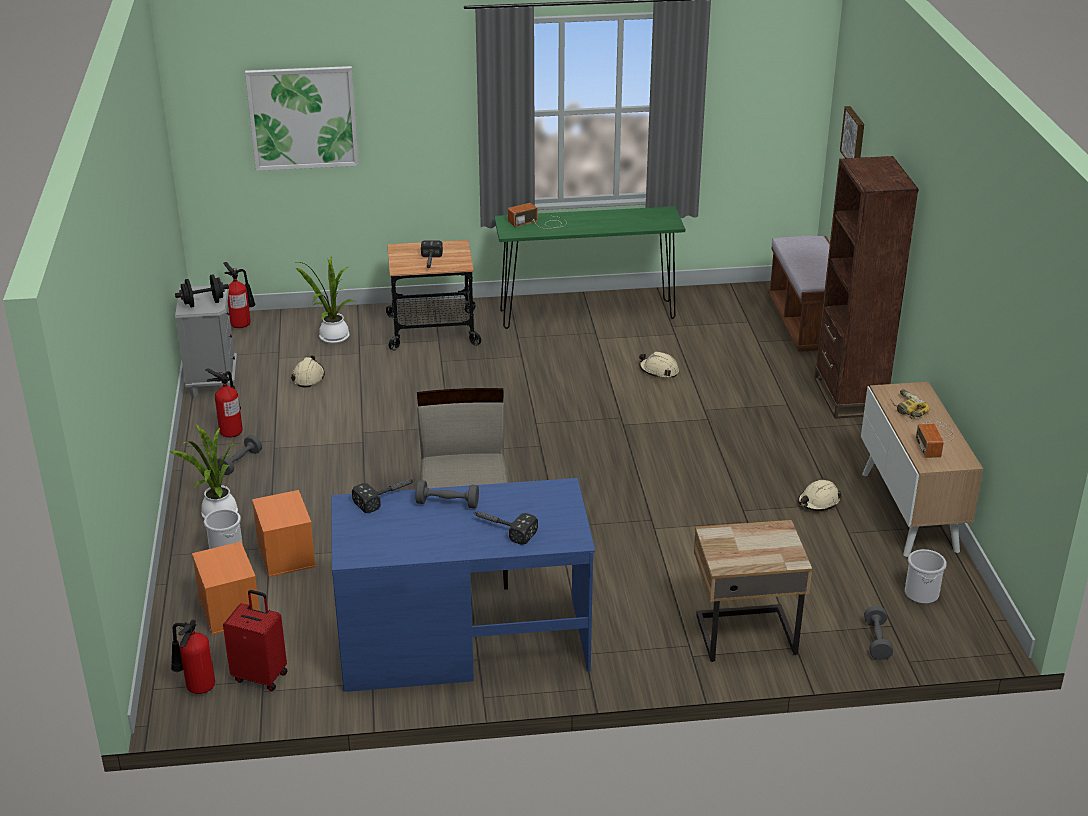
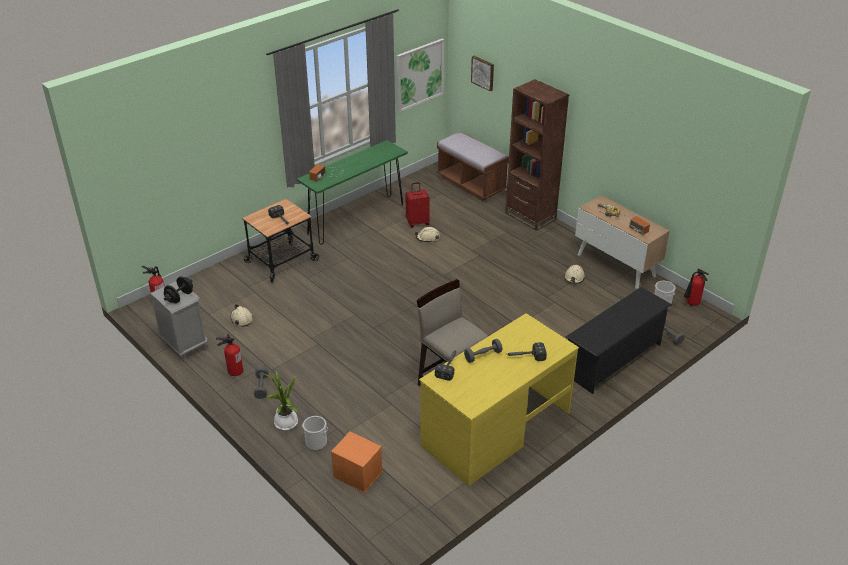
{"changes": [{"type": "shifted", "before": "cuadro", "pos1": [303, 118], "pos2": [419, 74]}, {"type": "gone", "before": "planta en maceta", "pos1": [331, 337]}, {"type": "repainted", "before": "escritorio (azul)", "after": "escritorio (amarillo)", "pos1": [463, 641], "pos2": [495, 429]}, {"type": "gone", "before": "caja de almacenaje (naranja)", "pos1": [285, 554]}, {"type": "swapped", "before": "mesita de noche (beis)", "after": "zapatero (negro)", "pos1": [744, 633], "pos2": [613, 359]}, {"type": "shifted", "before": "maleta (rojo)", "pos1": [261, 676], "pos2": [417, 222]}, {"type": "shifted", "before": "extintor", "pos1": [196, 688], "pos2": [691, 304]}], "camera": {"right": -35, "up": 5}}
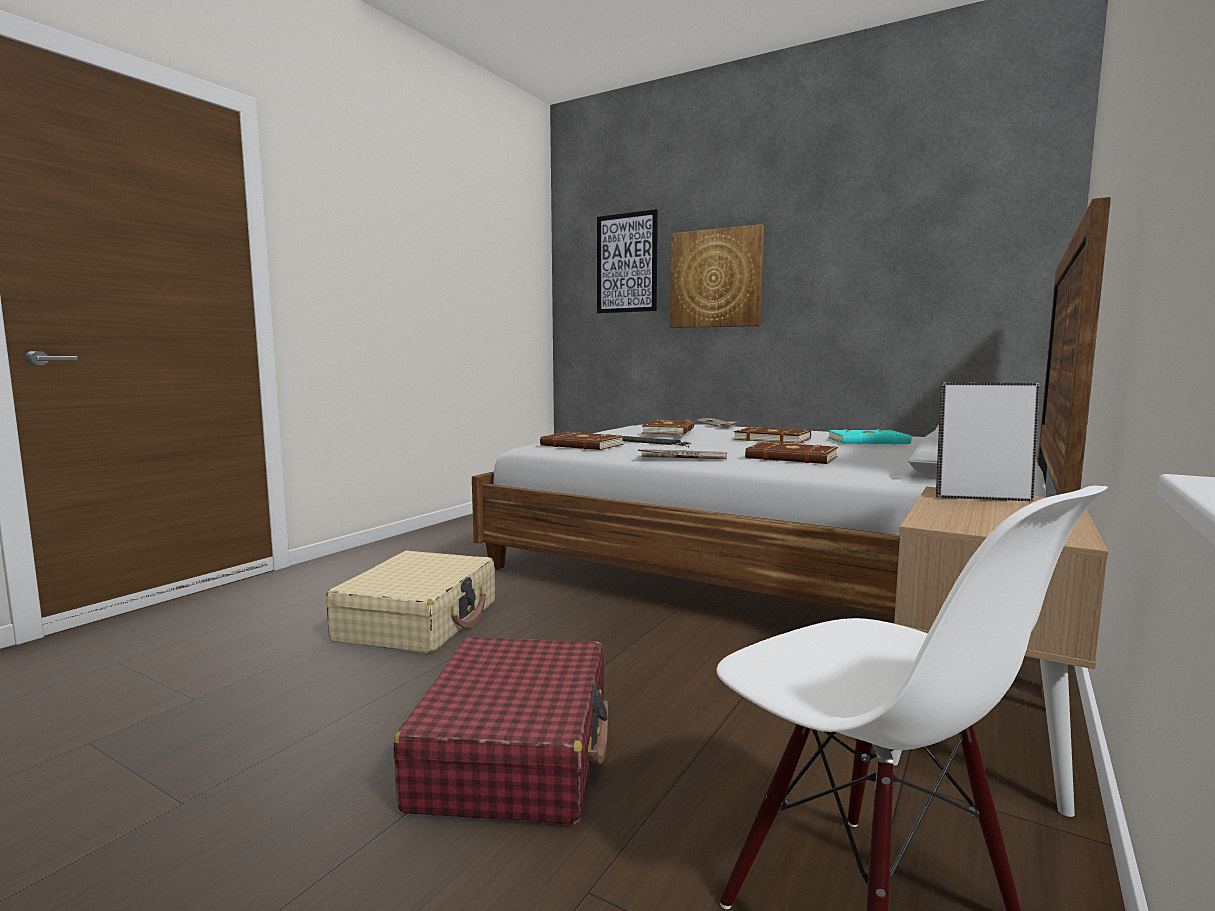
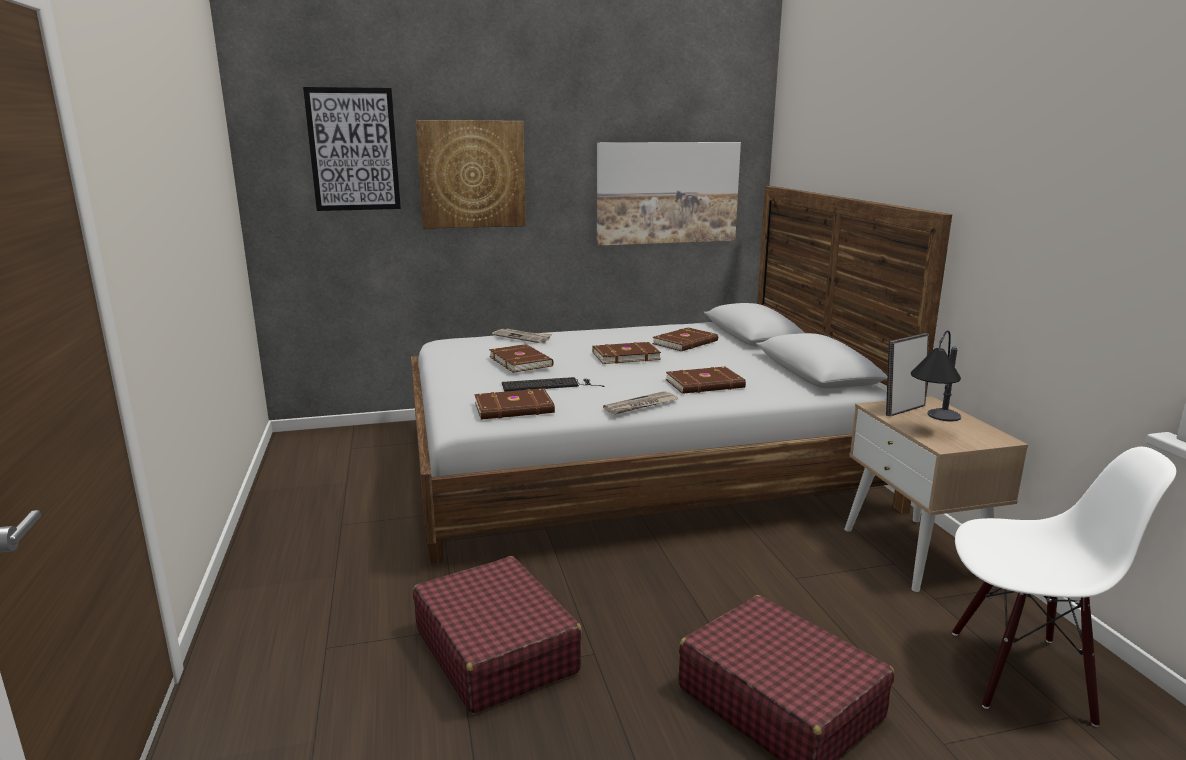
{"changes": [{"type": "repainted", "before": "libro (turquesa)", "after": "libro (marrón)", "pos1": [869, 441], "pos2": [686, 343]}, {"type": "repainted", "before": "maleta (beis)", "after": "maleta (rojo)", "pos1": [419, 621], "pos2": [496, 650]}, {"type": "new", "after": "cuadro", "pos2": [667, 193]}, {"type": "new", "after": "lámpara de mesa", "pos2": [934, 424]}], "camera": {"right": -45, "up": 10}}
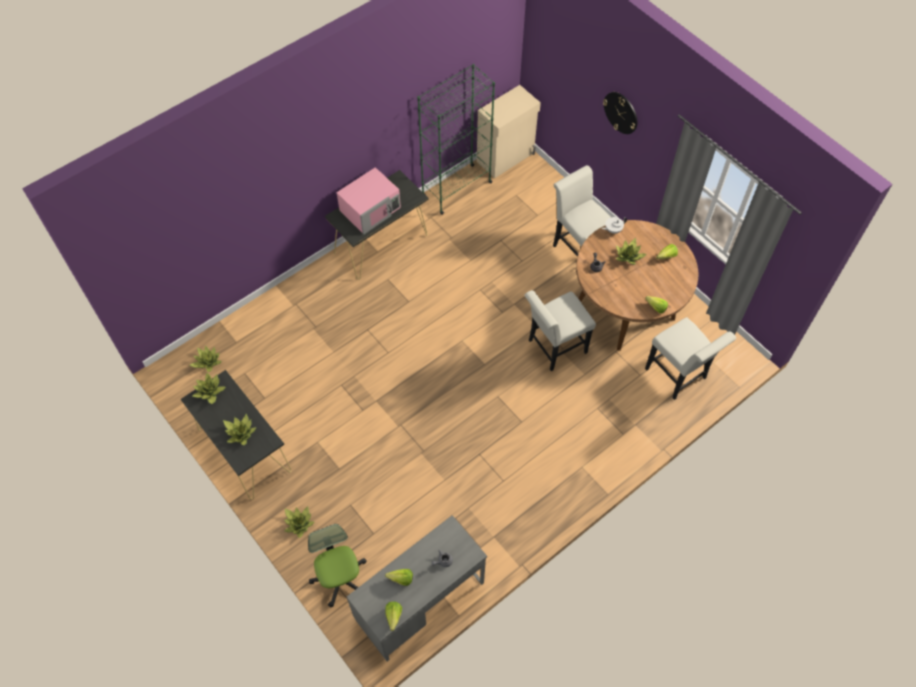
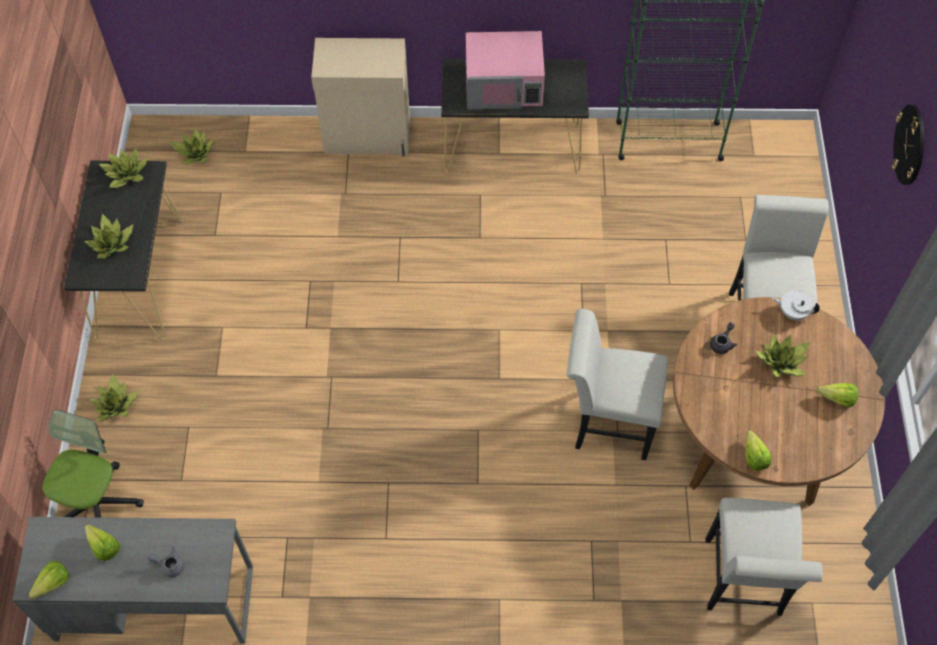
{"changes": [{"type": "shifted", "before": "armario (beis)", "pos1": [506, 157], "pos2": [368, 137]}], "camera": {"right": 40, "up": 0}}
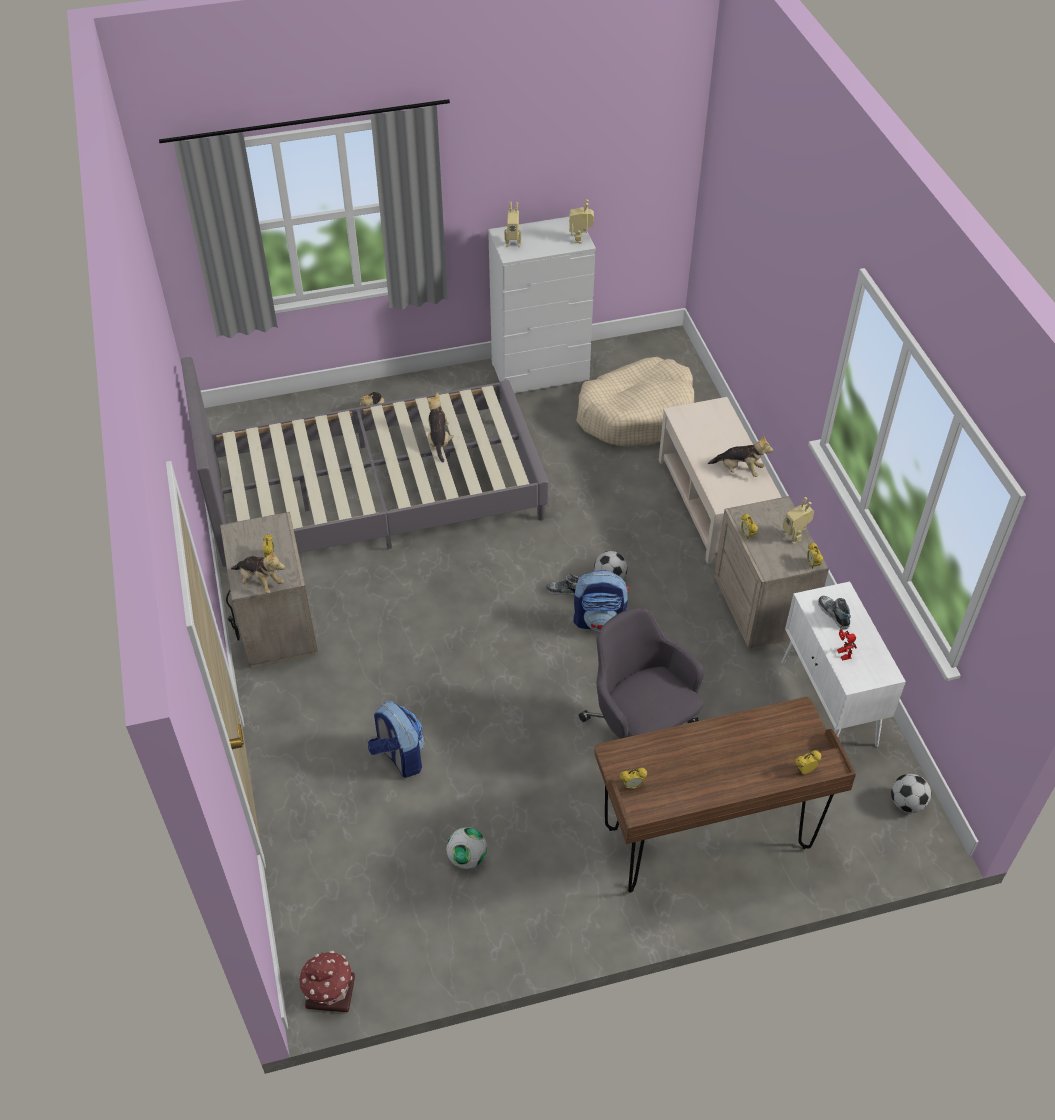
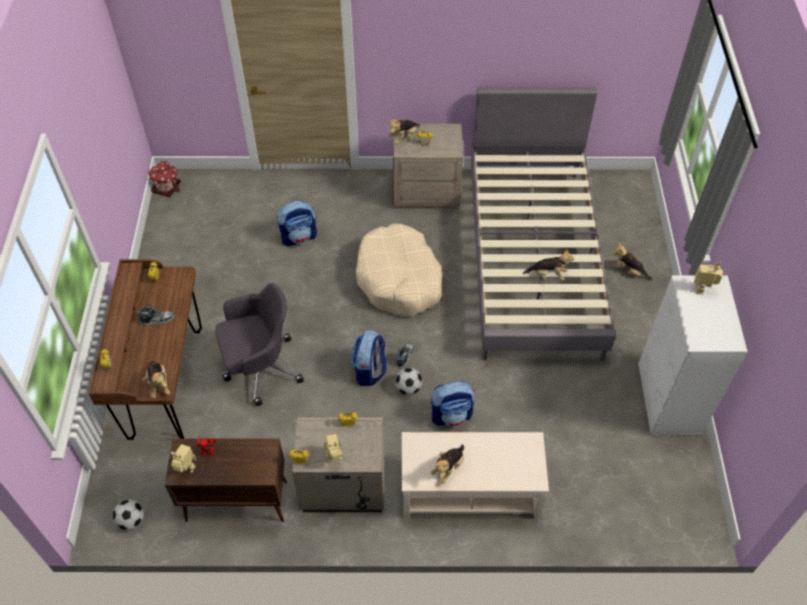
{"changes": [{"type": "shifted", "before": "robot de juguete", "pos1": [580, 239], "pos2": [186, 469]}, {"type": "shifted", "before": "cama para perro (beis)", "pos1": [636, 413], "pos2": [399, 279]}, {"type": "repainted", "before": "armario (blanco)", "after": "armario (marrón)", "pos1": [829, 704], "pos2": [235, 501]}, {"type": "shifted", "before": "zapato", "pos1": [833, 614], "pos2": [157, 319]}, {"type": "gone", "before": "balón de fútbol", "pos1": [467, 858]}, {"type": "new", "after": "peluche", "pos2": [159, 384]}, {"type": "new", "after": "mochila", "pos2": [451, 415]}], "camera": {"right": 105, "up": 5}}
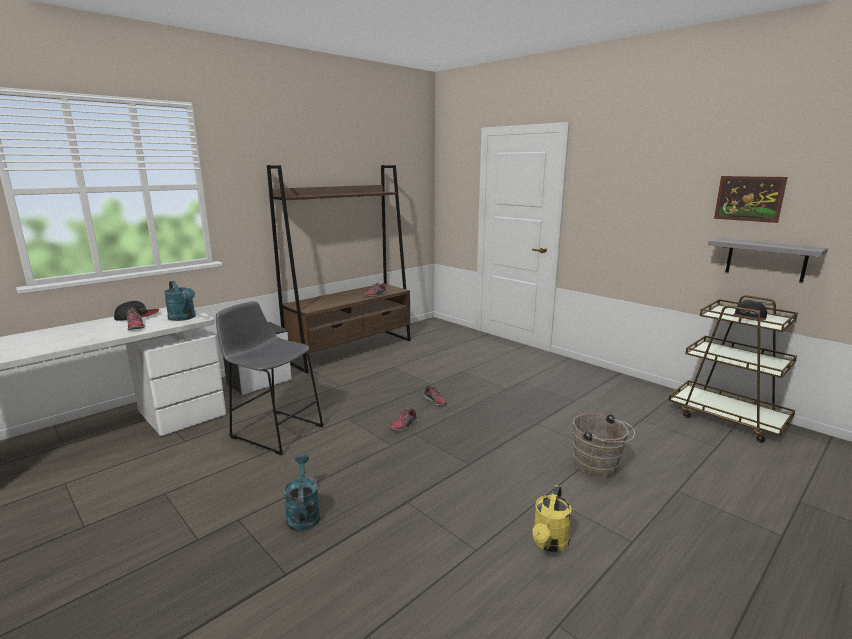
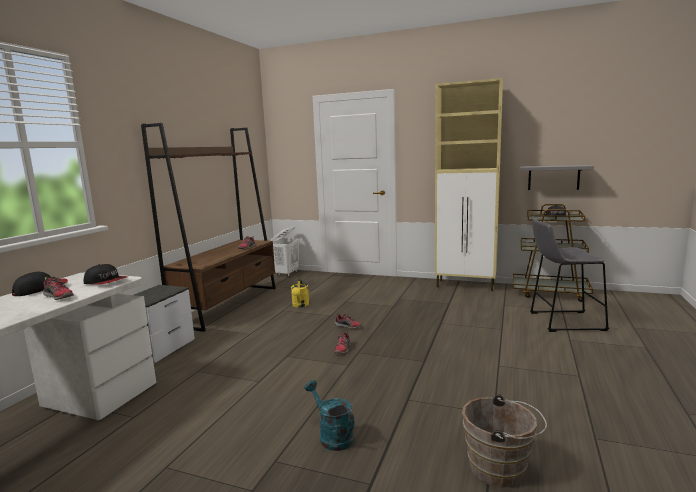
{"changes": [{"type": "gone", "before": "cuadro", "pos1": [749, 198]}, {"type": "swapped", "before": "regadera (turquesa)", "after": "gorra", "pos1": [184, 318], "pos2": [106, 282]}, {"type": "shifted", "before": "taburete (gris)", "pos1": [274, 430], "pos2": [562, 321]}, {"type": "shifted", "before": "cubo (marrón)", "pos1": [598, 468], "pos2": [501, 469]}, {"type": "shifted", "before": "regadera (amarillo)", "pos1": [549, 543], "pos2": [300, 305]}, {"type": "new", "after": "armario (beis)", "pos2": [466, 285]}, {"type": "new", "after": "cesto de la ropa (blanco)", "pos2": [287, 274]}], "camera": {"right": -25, "up": -5}}
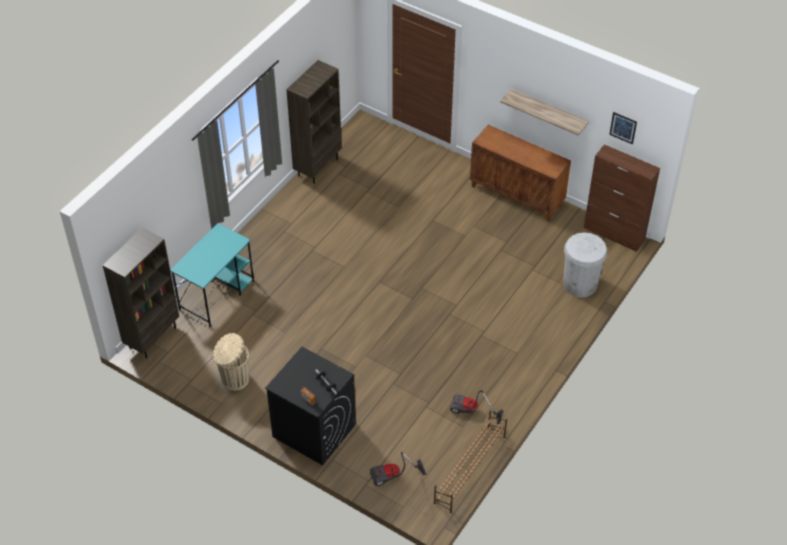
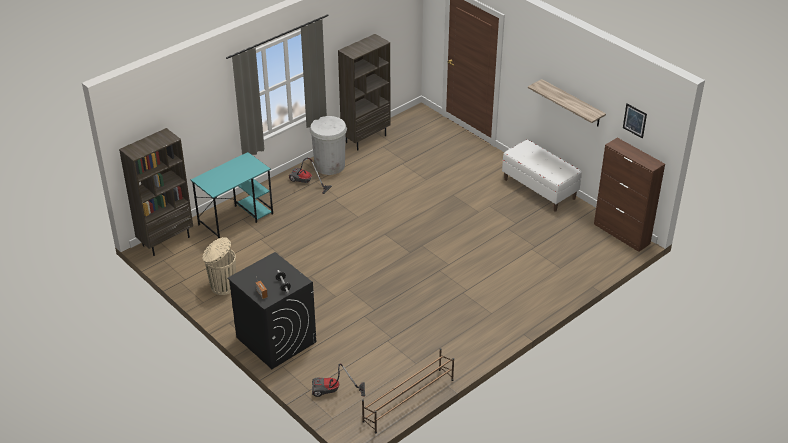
{"changes": [{"type": "swapped", "before": "armario (marrón)", "after": "banco (blanco)", "pos1": [517, 196], "pos2": [539, 189]}, {"type": "shifted", "before": "papelera (blanco)", "pos1": [580, 284], "pos2": [329, 165]}, {"type": "shifted", "before": "aspiradora", "pos1": [471, 412], "pos2": [305, 183]}], "camera": {"right": 15, "up": -10}}
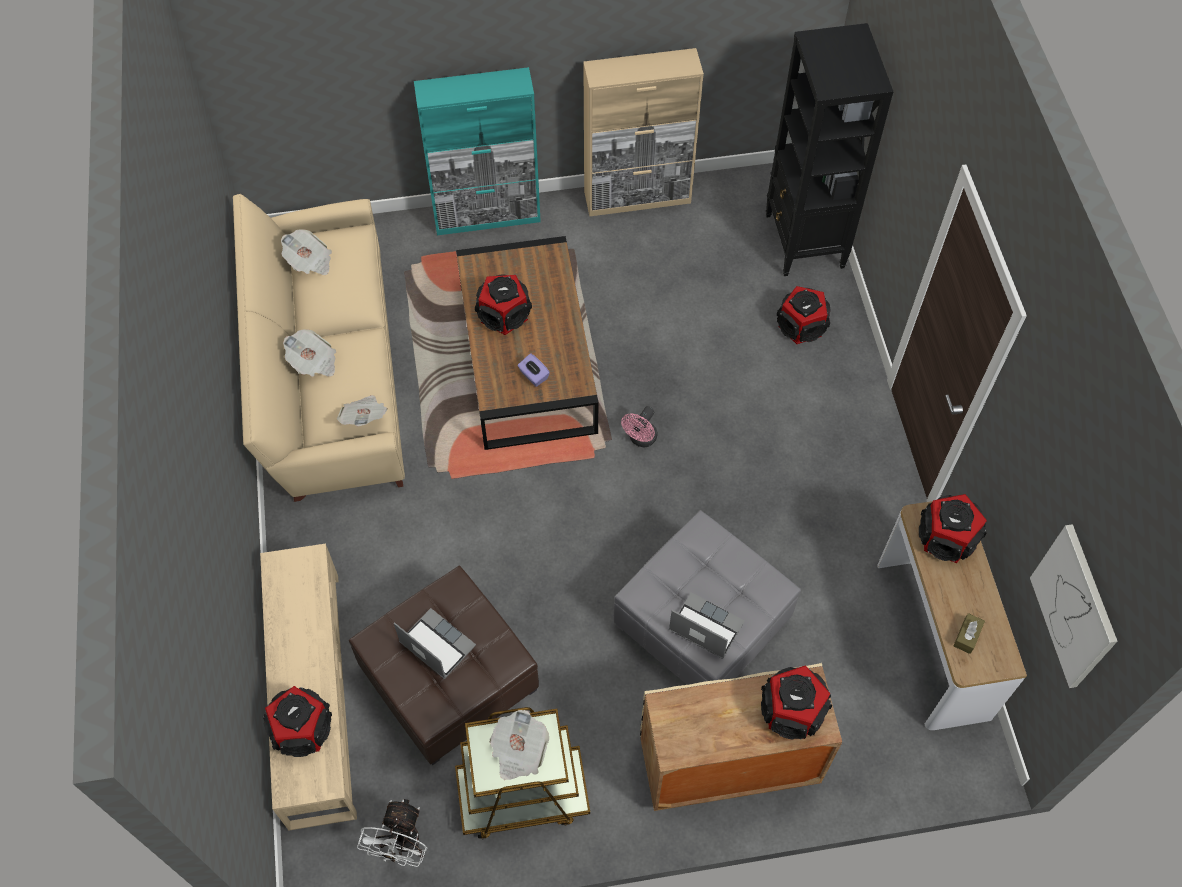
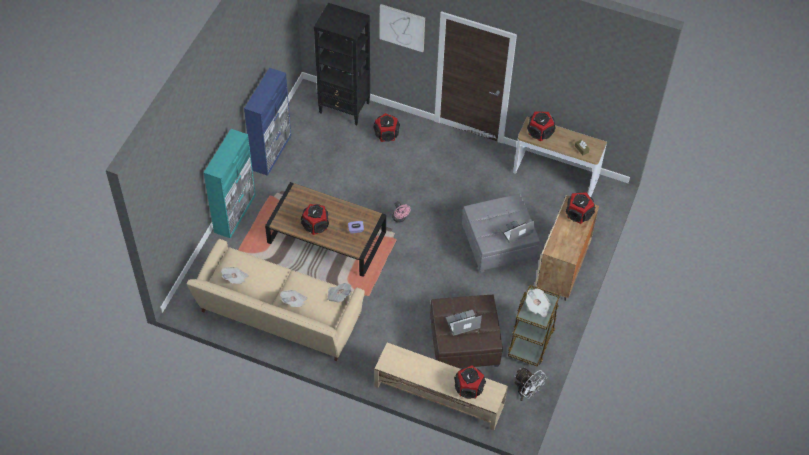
{"changes": [{"type": "repainted", "before": "armario (beis)", "after": "armario (azul)", "pos1": [638, 197], "pos2": [272, 152]}, {"type": "shifted", "before": "cuadro", "pos1": [1074, 607], "pos2": [402, 27]}], "camera": {"right": -60, "up": -5}}
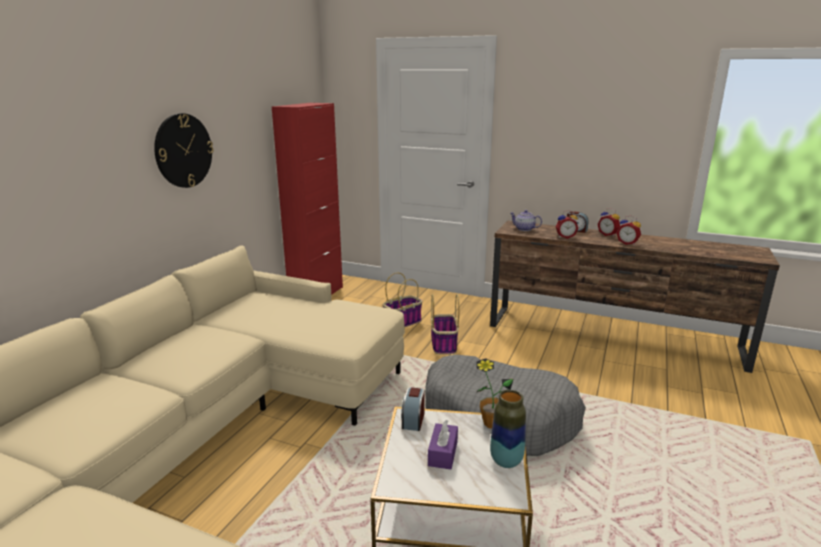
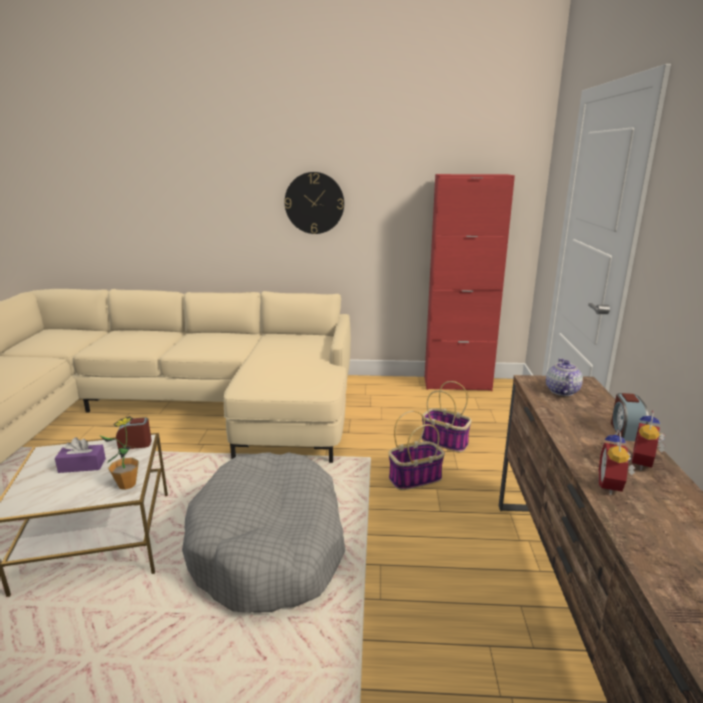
{"changes": [{"type": "gone", "before": "despertador", "pos1": [565, 237]}, {"type": "gone", "before": "florero", "pos1": [506, 461]}], "camera": {"right": 70, "up": 0}}
